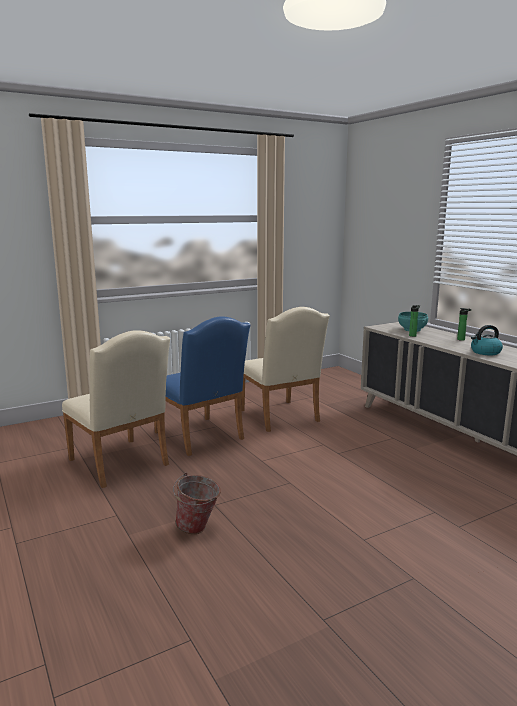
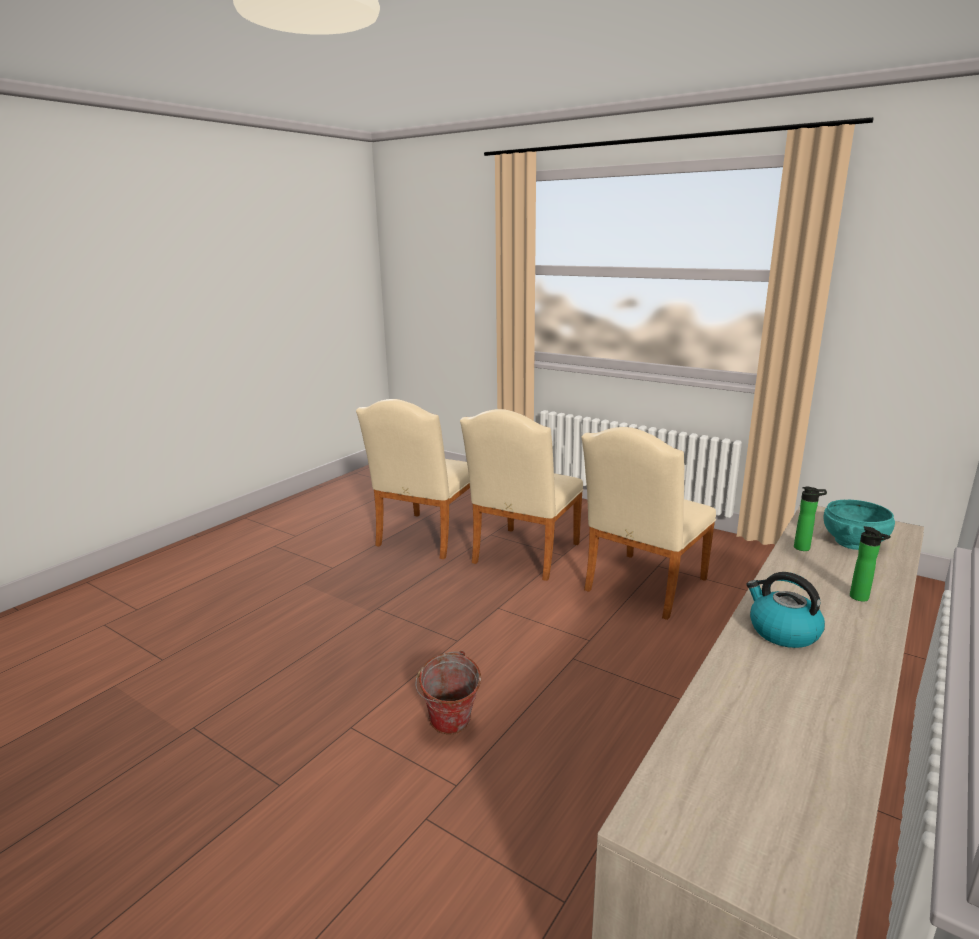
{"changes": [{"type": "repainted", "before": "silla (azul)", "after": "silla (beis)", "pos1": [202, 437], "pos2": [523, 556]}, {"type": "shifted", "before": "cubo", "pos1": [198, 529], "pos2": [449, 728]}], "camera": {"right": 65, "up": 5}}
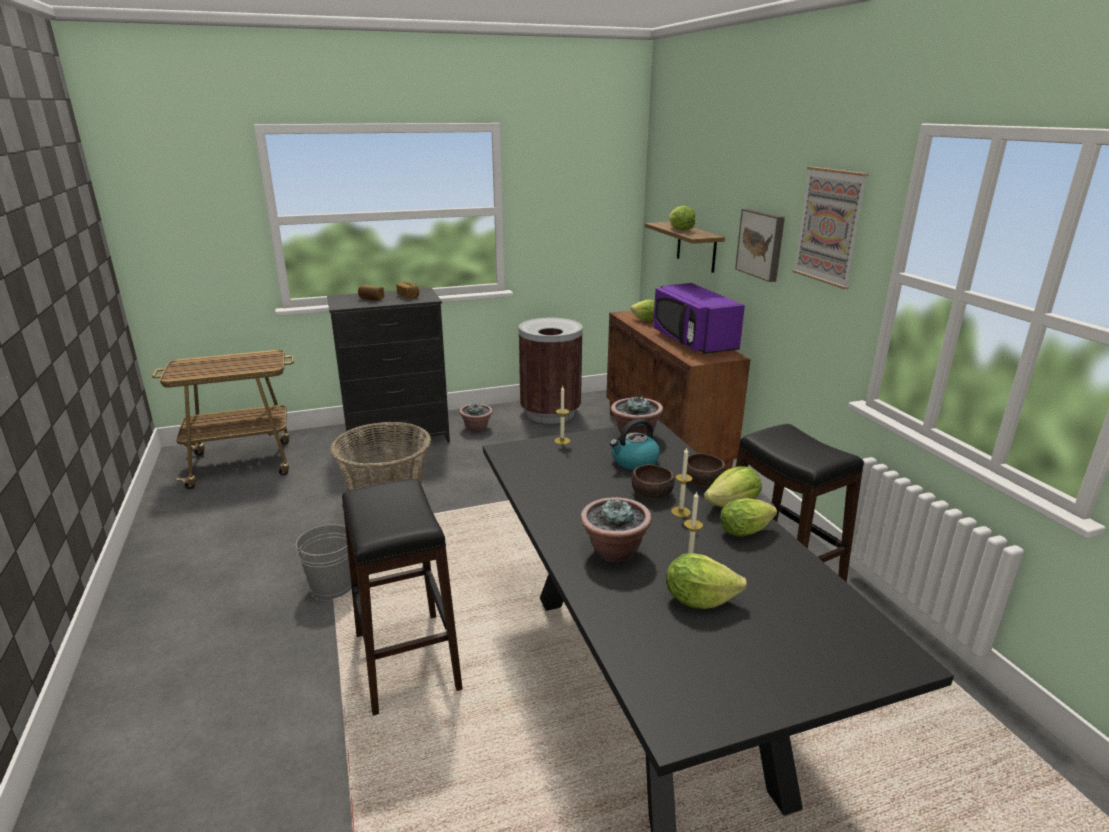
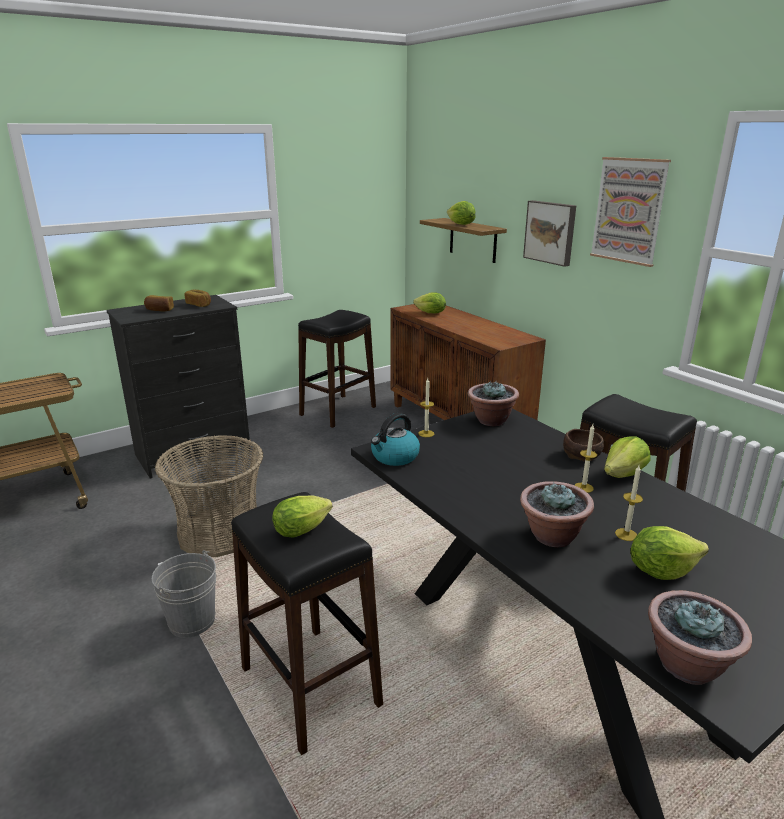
{"changes": [{"type": "gone", "before": "microondas (morado)", "pos1": [692, 341]}, {"type": "swapped", "before": "papelera (marrón)", "after": "taburete (negro)", "pos1": [550, 413], "pos2": [338, 411]}, {"type": "shifted", "before": "planta en maceta", "pos1": [476, 428], "pos2": [687, 665]}, {"type": "shifted", "before": "hervidor", "pos1": [634, 461], "pos2": [394, 457]}, {"type": "gone", "before": "cuenco (marrón)", "pos1": [653, 493]}, {"type": "shifted", "before": "lechuga", "pos1": [747, 531], "pos2": [304, 529]}], "camera": {"right": -15, "up": 0}}
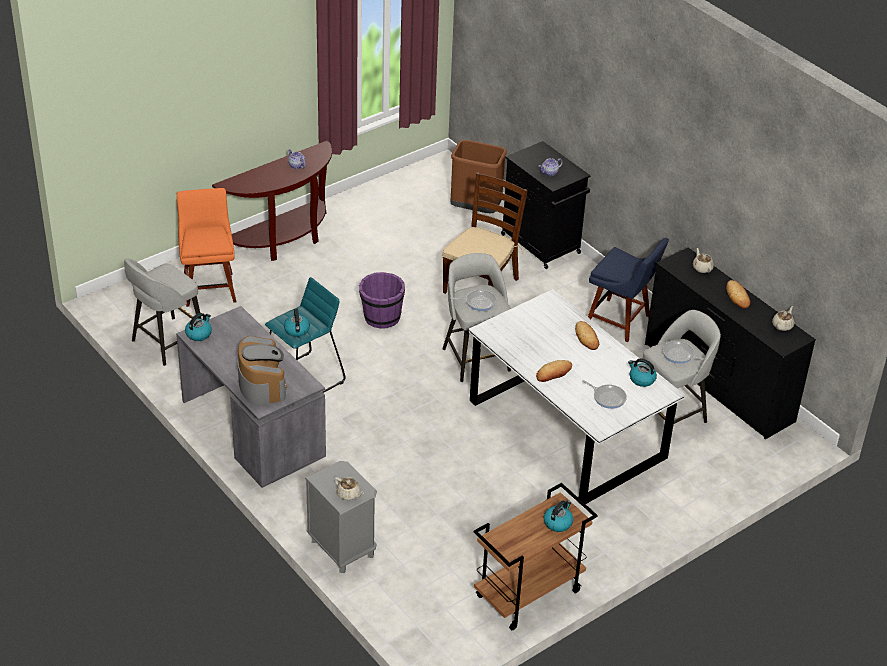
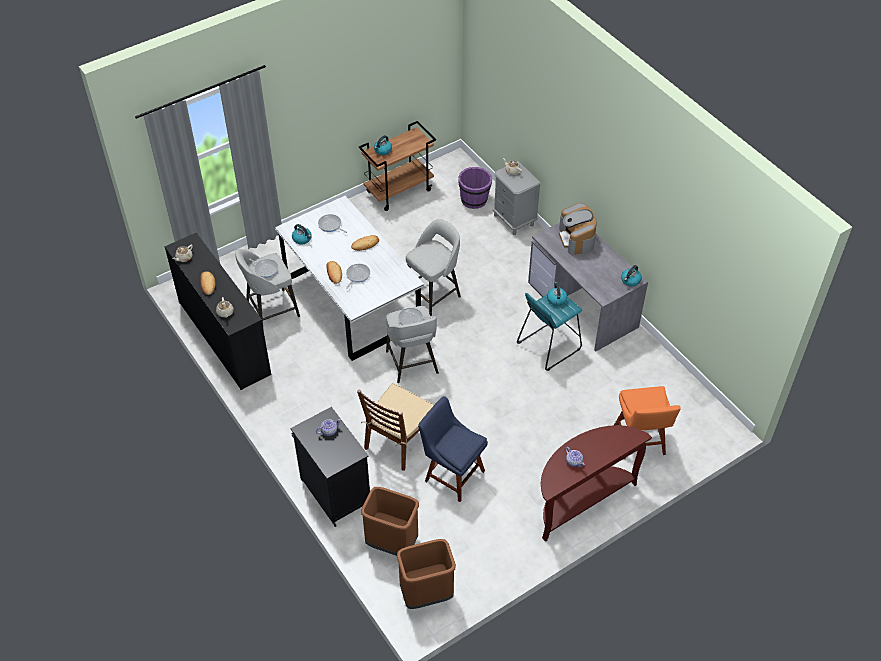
{"changes": [{"type": "shifted", "before": "silla (azul)", "pos1": [620, 321], "pos2": [452, 474]}, {"type": "shifted", "before": "taburete (gris)", "pos1": [166, 342], "pos2": [433, 295]}, {"type": "shifted", "before": "cubo (morado)", "pos1": [381, 317], "pos2": [474, 200]}, {"type": "new", "after": "sartén", "pos2": [357, 275]}, {"type": "new", "after": "papelera (marrón)", "pos2": [426, 594]}], "camera": {"right": -175, "up": 10}}
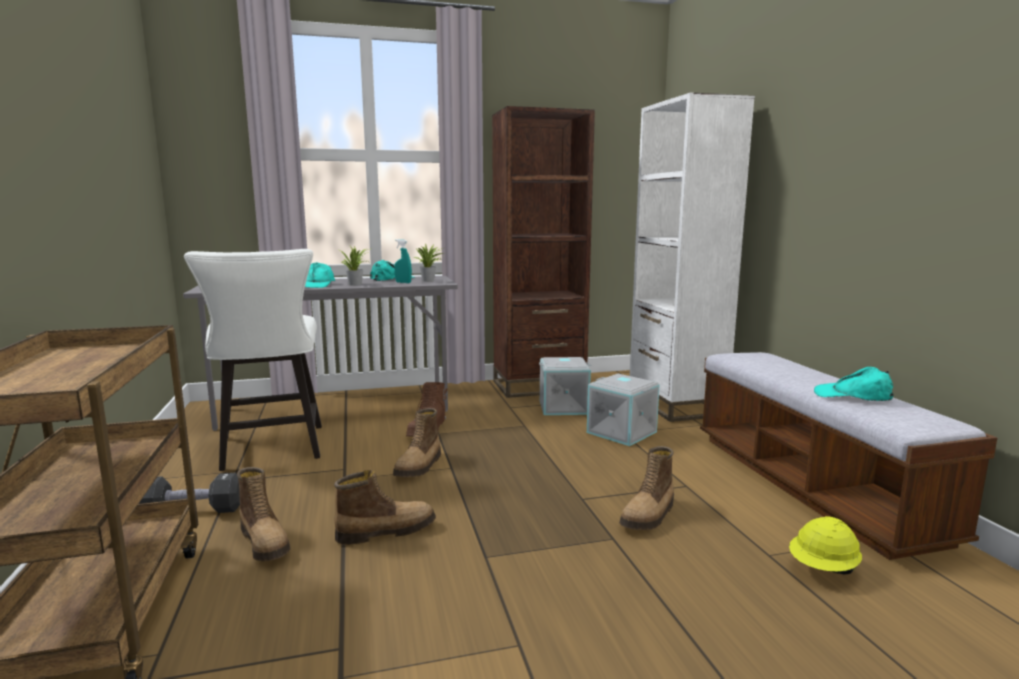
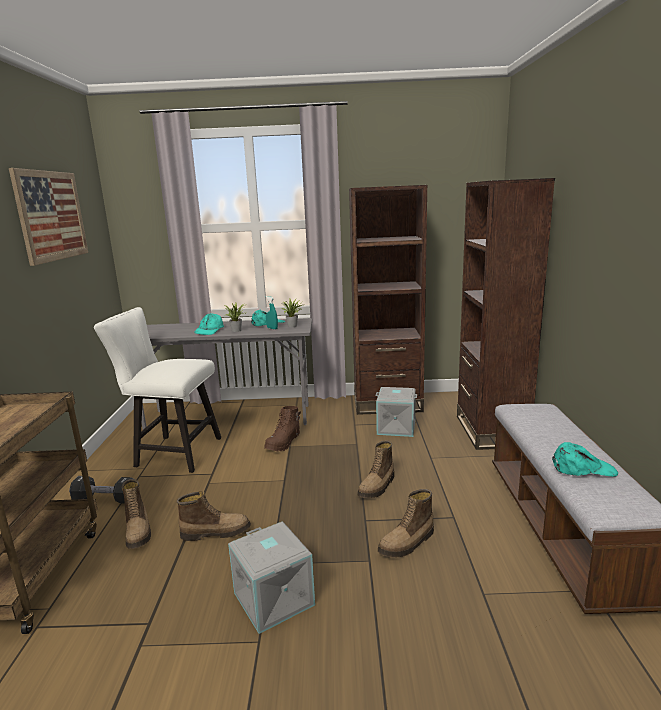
{"changes": [{"type": "repainted", "before": "estantería (blanco)", "after": "estantería (marrón)", "pos1": [675, 404], "pos2": [490, 431]}, {"type": "rotated", "before": "silla (blanco)", "pos1": [271, 450], "pos2": [172, 452], "turn": 105}, {"type": "rotated", "before": "gorra (turquesa)", "pos1": [852, 395], "pos2": [583, 468], "turn": 150}, {"type": "shifted", "before": "caja de almacenaje (gris)", "pos1": [622, 432], "pos2": [275, 598]}, {"type": "shifted", "before": "bota", "pos1": [419, 467], "pos2": [377, 487]}, {"type": "gone", "before": "casco (amarillo)", "pos1": [823, 569]}, {"type": "new", "after": "cuadro", "pos2": [51, 216]}], "camera": {"right": 15, "up": 5}}
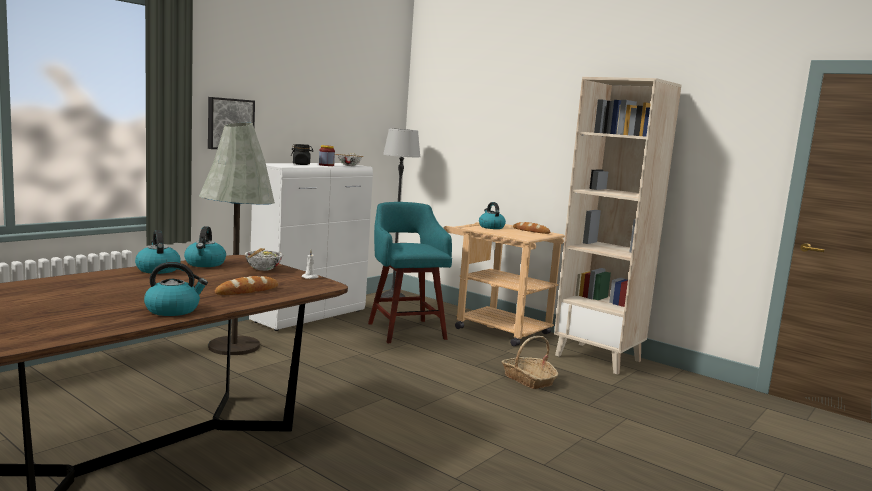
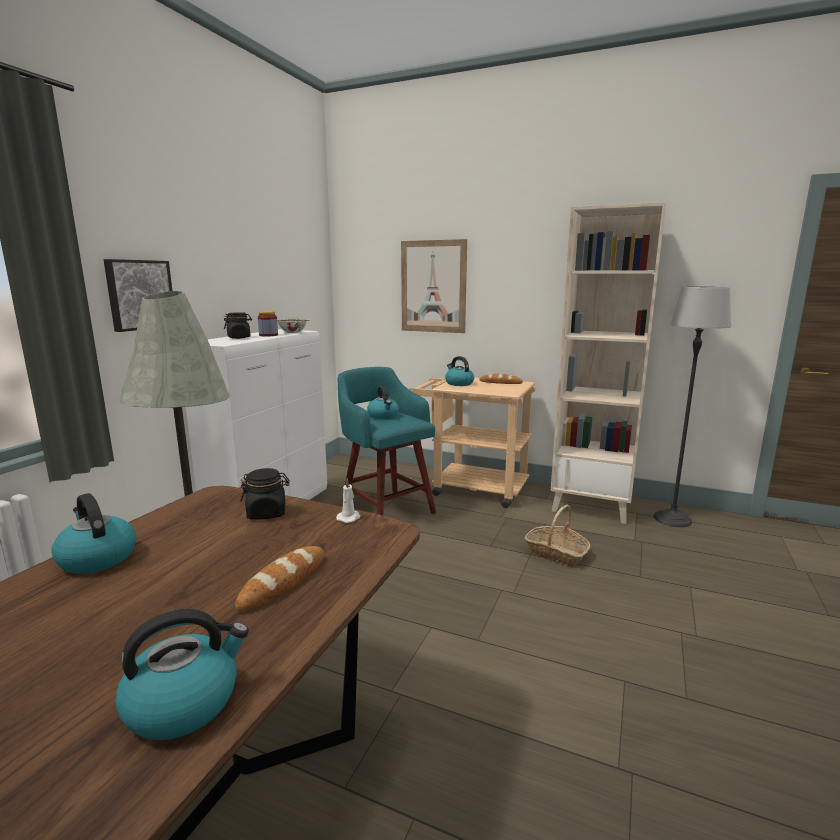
{"changes": [{"type": "shifted", "before": "lámpara de pie", "pos1": [393, 296], "pos2": [672, 519]}, {"type": "shifted", "before": "hervidor", "pos1": [205, 264], "pos2": [383, 416]}, {"type": "swapped", "before": "cuenco", "after": "tarro (negro)", "pos1": [262, 269], "pos2": [267, 513]}, {"type": "new", "after": "cuadro", "pos2": [433, 287]}], "camera": {"right": -15, "up": 5}}
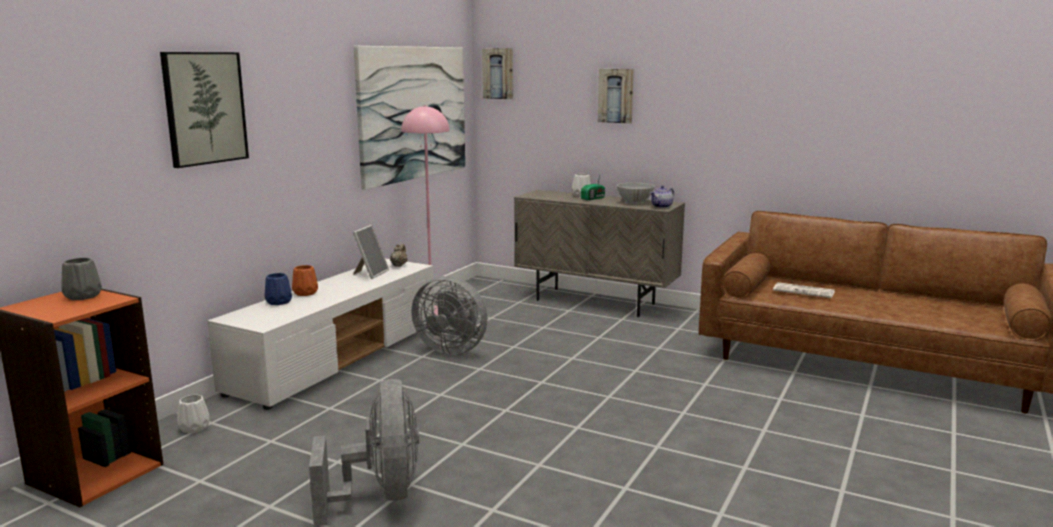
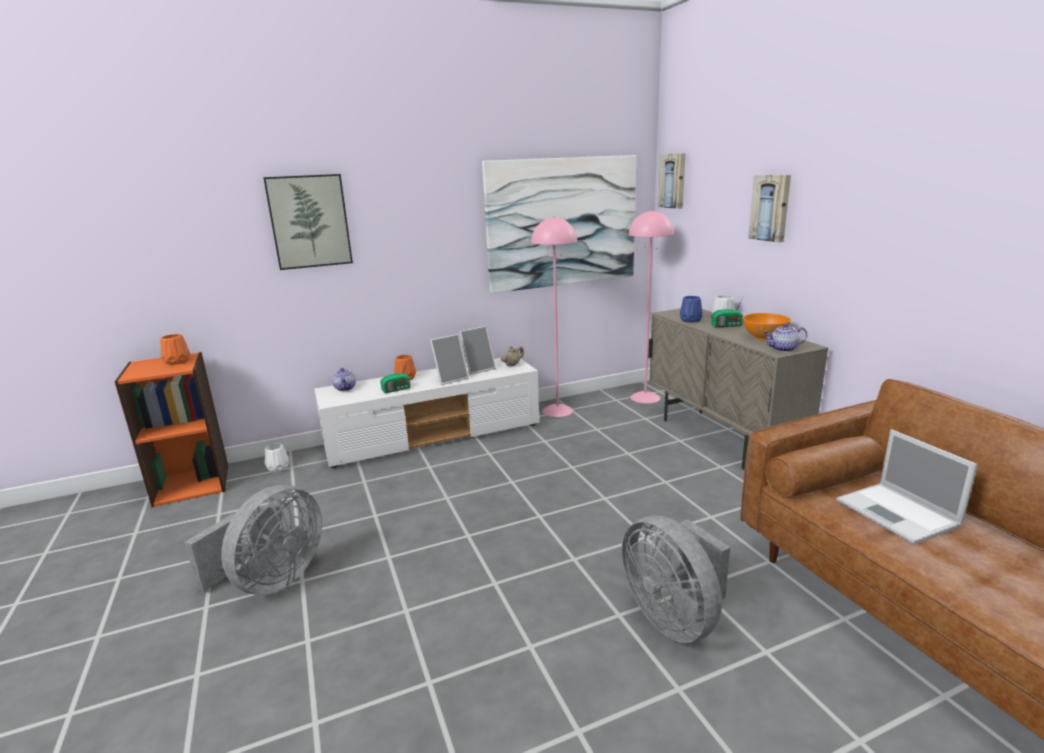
{"changes": [{"type": "repainted", "before": "cuenco (blanco)", "after": "cuenco (naranja)", "pos1": [634, 202], "pos2": [764, 337]}, {"type": "repainted", "before": "florero (gris)", "after": "florero (naranja)", "pos1": [82, 296], "pos2": [176, 362]}, {"type": "shifted", "before": "florero (azul)", "pos1": [279, 302], "pos2": [691, 320]}, {"type": "shifted", "before": "ventilador (gris)", "pos1": [452, 349], "pos2": [674, 617]}, {"type": "swapped", "before": "periódico", "after": "portátil", "pos1": [804, 291], "pos2": [898, 514]}, {"type": "new", "after": "lámpara de pie (rosa)", "pos2": [645, 397]}, {"type": "new", "after": "portarretratos", "pos2": [450, 379]}, {"type": "new", "after": "radio", "pos2": [397, 389]}, {"type": "new", "after": "tetera", "pos2": [345, 388]}], "camera": {"right": 40, "up": 5}}
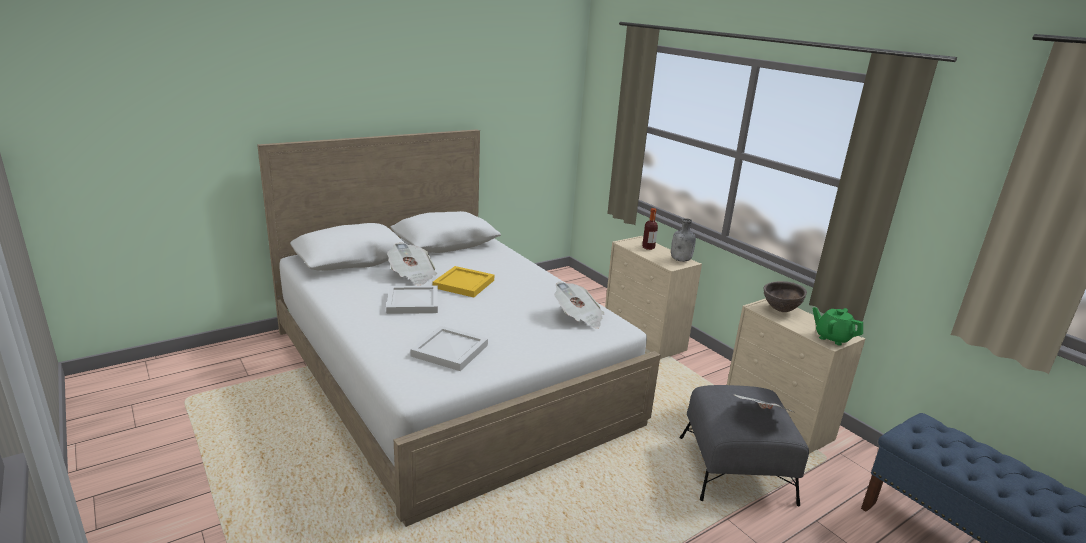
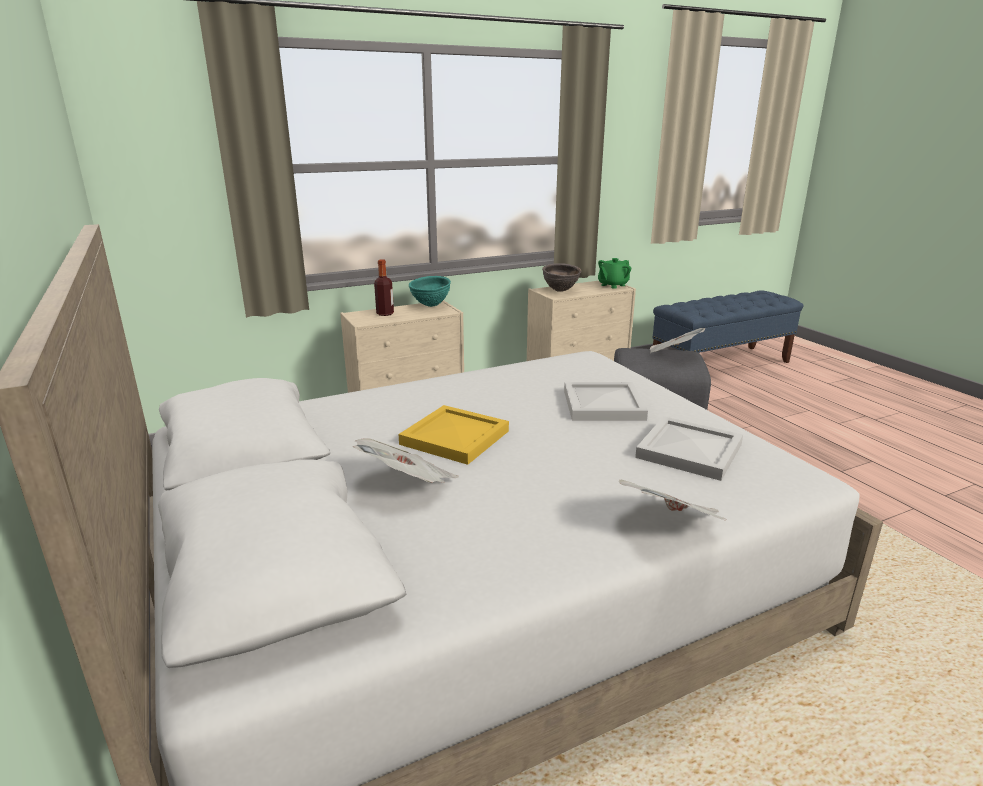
{"changes": [{"type": "swapped", "before": "botella (gris)", "after": "cuenco (turquesa)", "pos1": [681, 260], "pos2": [430, 305]}, {"type": "shifted", "before": "periódico", "pos1": [578, 318], "pos2": [673, 525]}, {"type": "shifted", "before": "bandeja (blanco)", "pos1": [412, 301], "pos2": [602, 405]}], "camera": {"right": -80, "up": 0}}
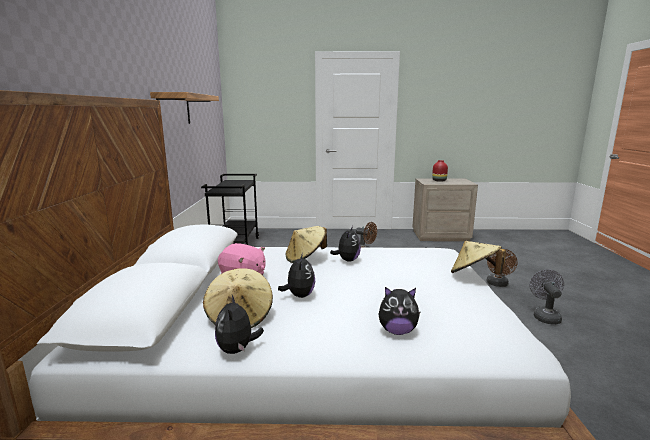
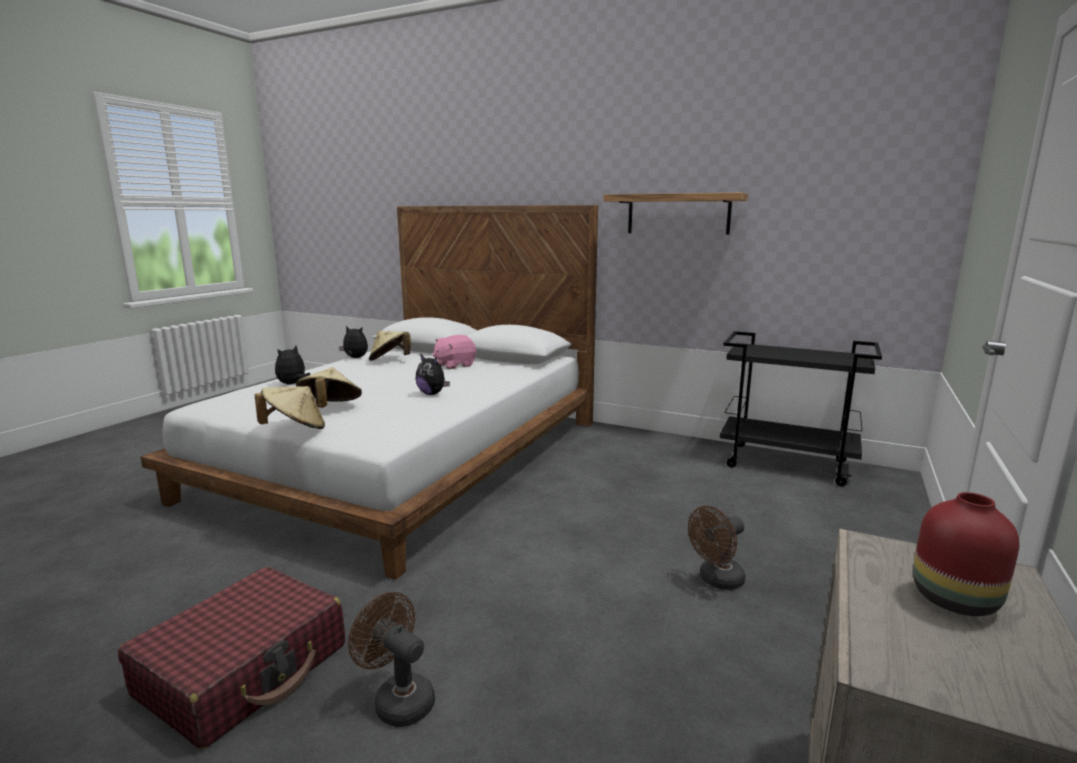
{"changes": [{"type": "shifted", "before": "sombrero (beis)", "pos1": [305, 258], "pos2": [330, 408]}, {"type": "gone", "before": "peluche", "pos1": [299, 295]}, {"type": "swapped", "before": "ventilador (gris)", "after": "maleta (rojo)", "pos1": [544, 316], "pos2": [244, 670]}], "camera": {"right": 115, "up": 0}}
